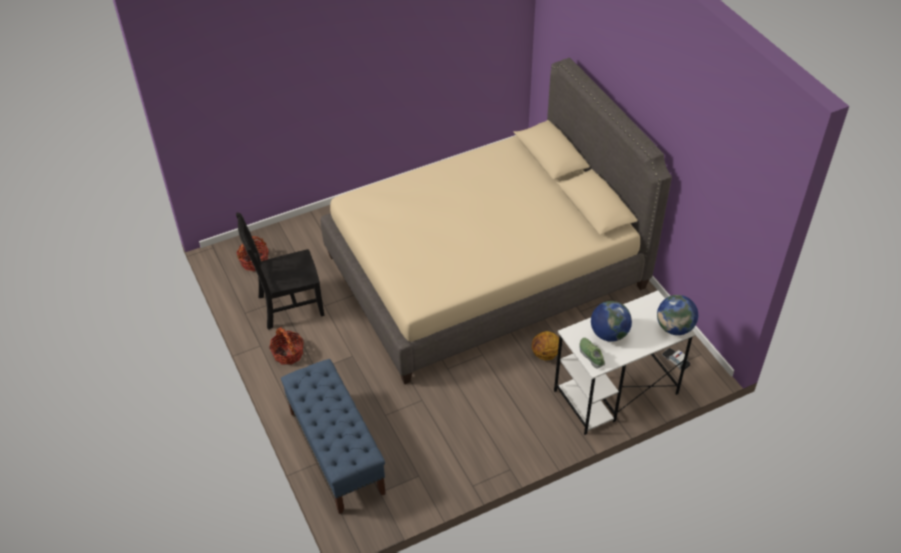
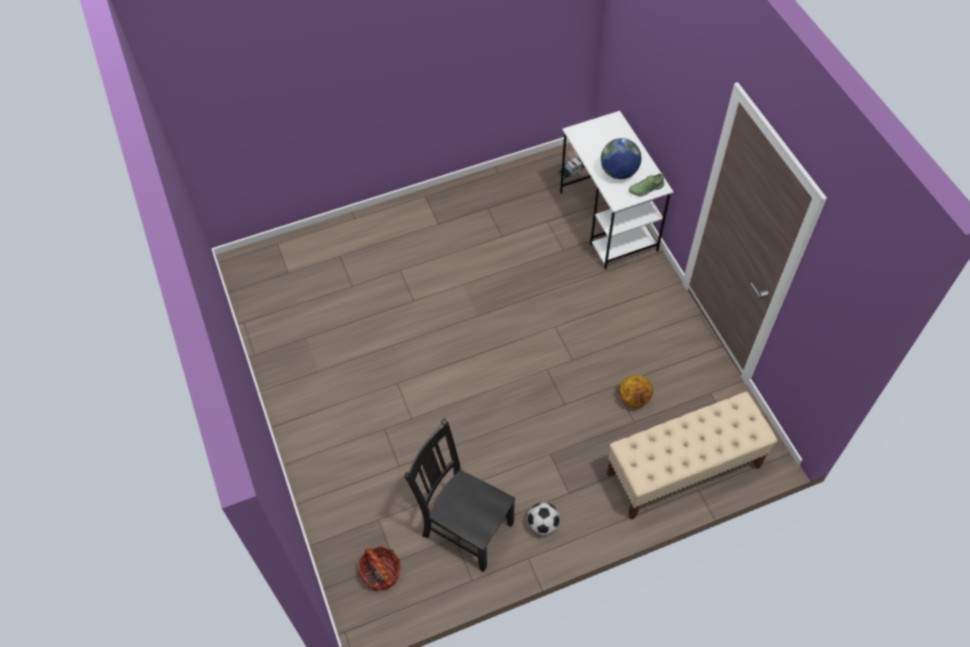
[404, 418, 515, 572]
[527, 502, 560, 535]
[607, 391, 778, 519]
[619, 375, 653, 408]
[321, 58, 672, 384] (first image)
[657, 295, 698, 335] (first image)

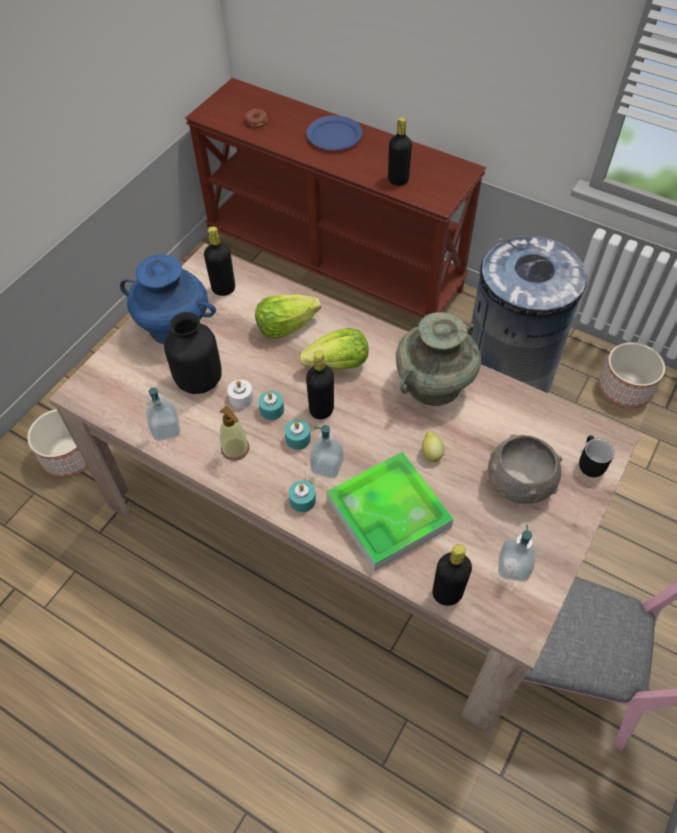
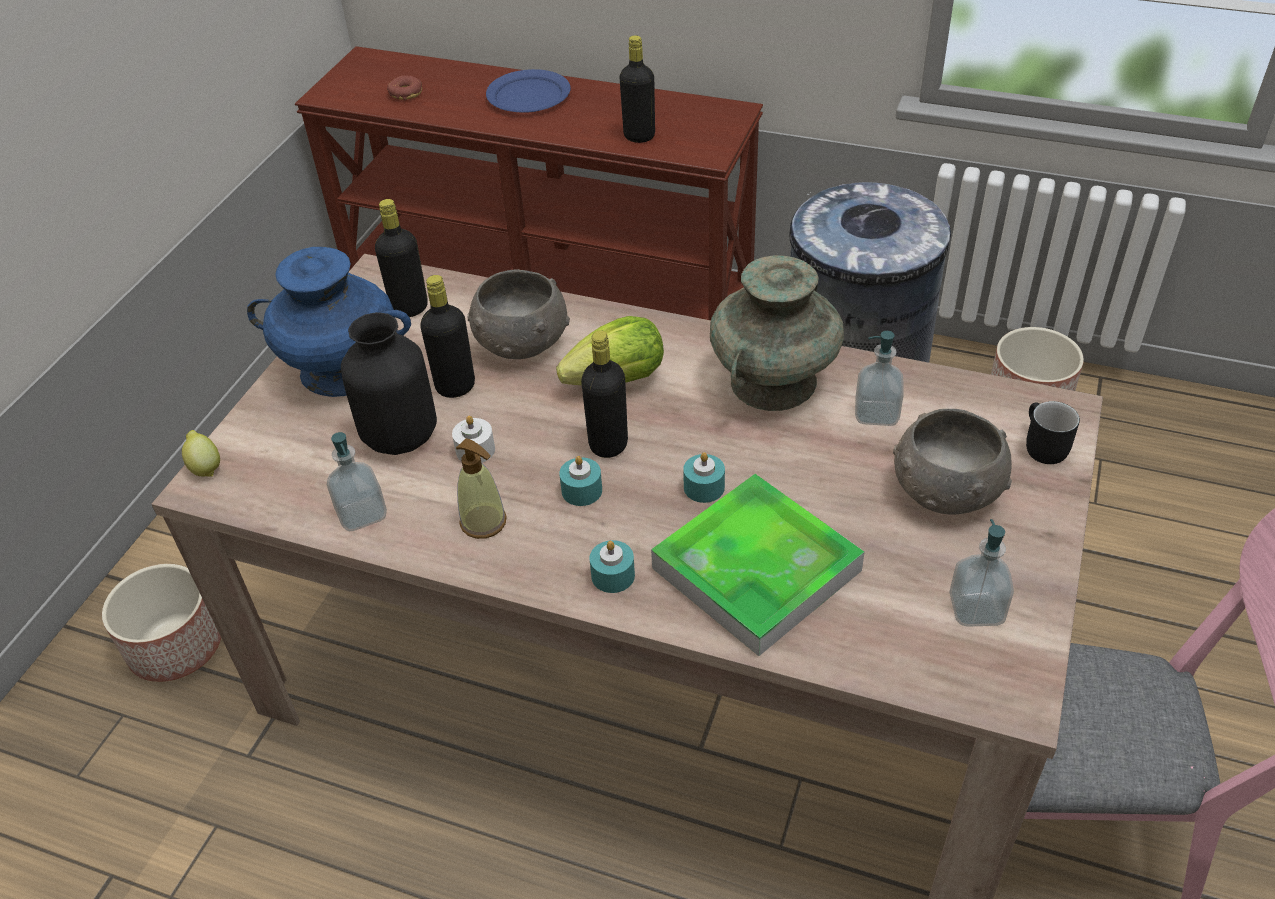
[182, 430, 220, 477]
[420, 275, 475, 398]
[467, 269, 570, 359]
[683, 452, 725, 503]
[855, 331, 904, 426]

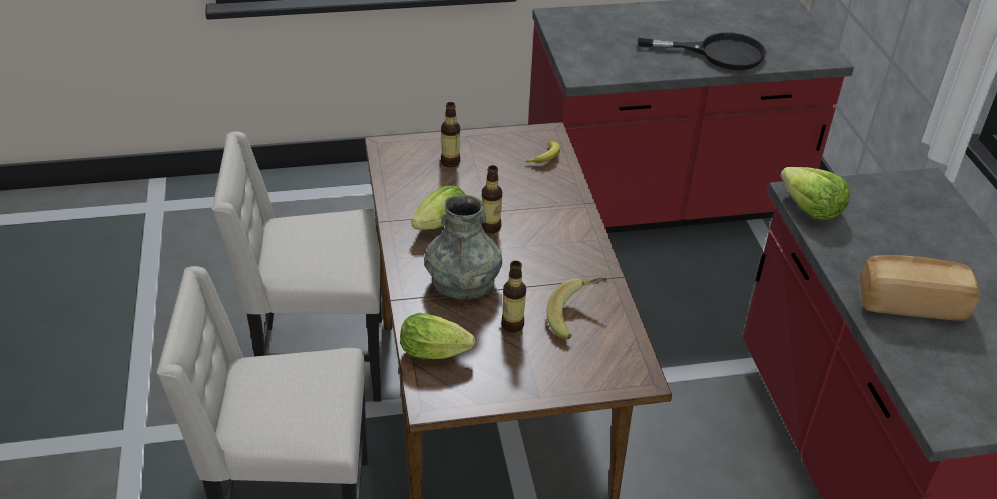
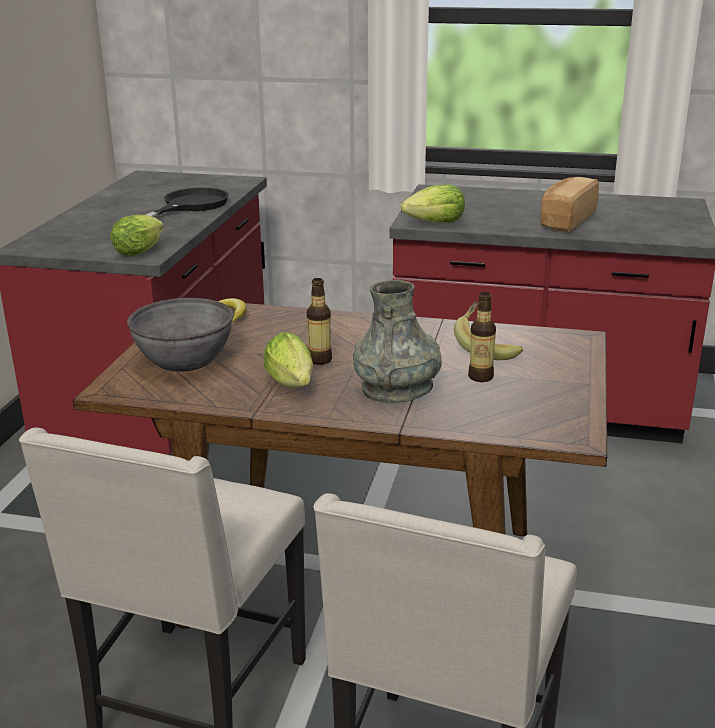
[110, 215, 164, 256]
[127, 298, 234, 372]

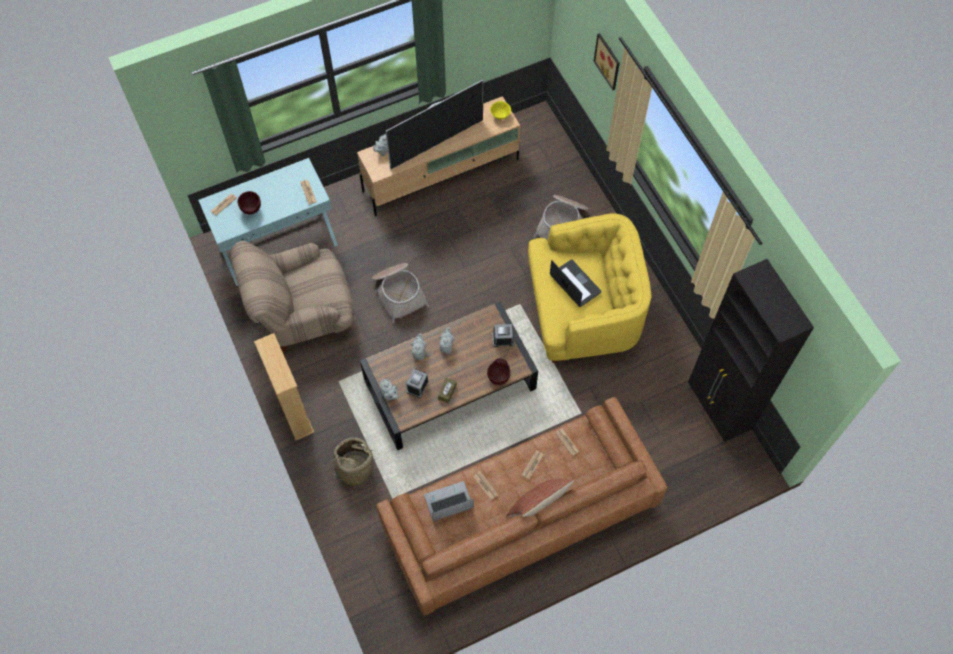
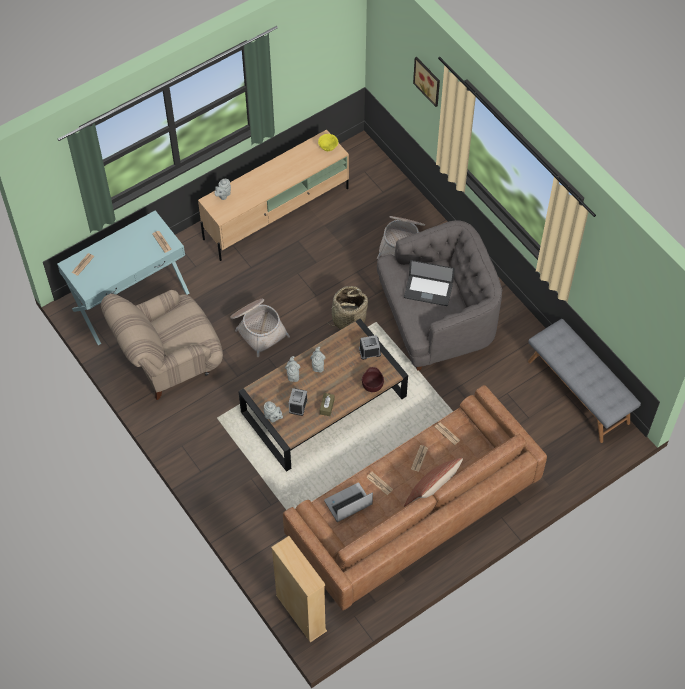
[271, 536, 327, 642]
[326, 286, 368, 330]
[377, 220, 502, 371]
[404, 260, 455, 306]
[528, 319, 641, 443]
[238, 191, 261, 214] (first image)
[386, 80, 483, 169] (first image)

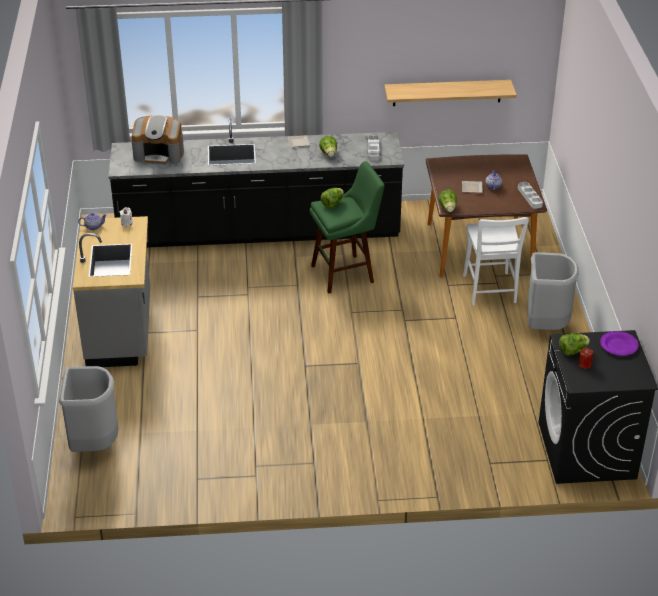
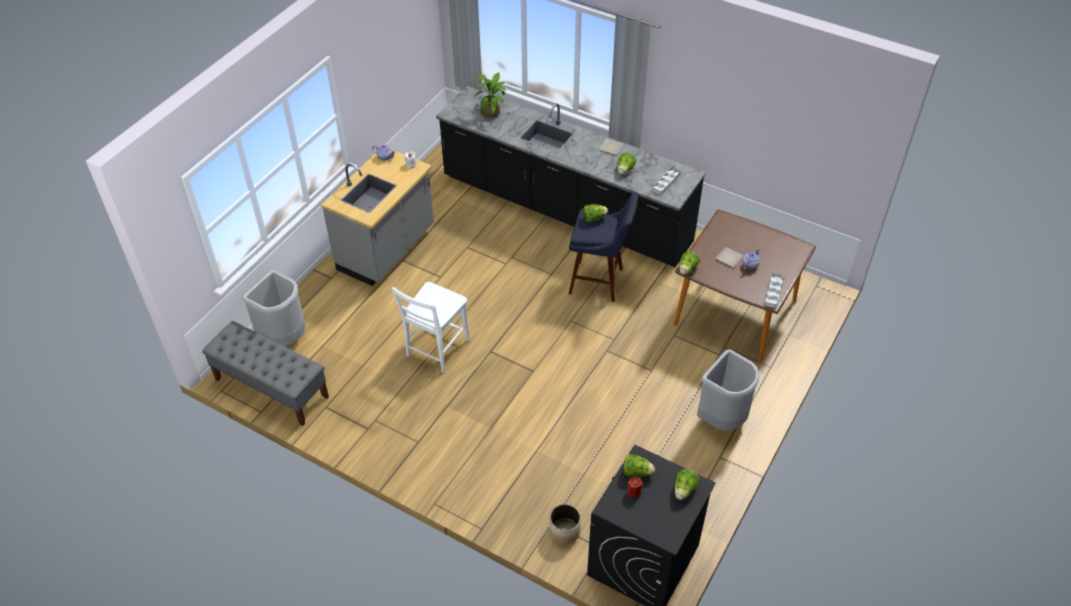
[202, 321, 329, 426]
[392, 282, 471, 373]
[474, 73, 506, 119]
[549, 504, 581, 544]
[569, 192, 638, 302]
[674, 469, 700, 500]
[384, 80, 517, 106] (first image)

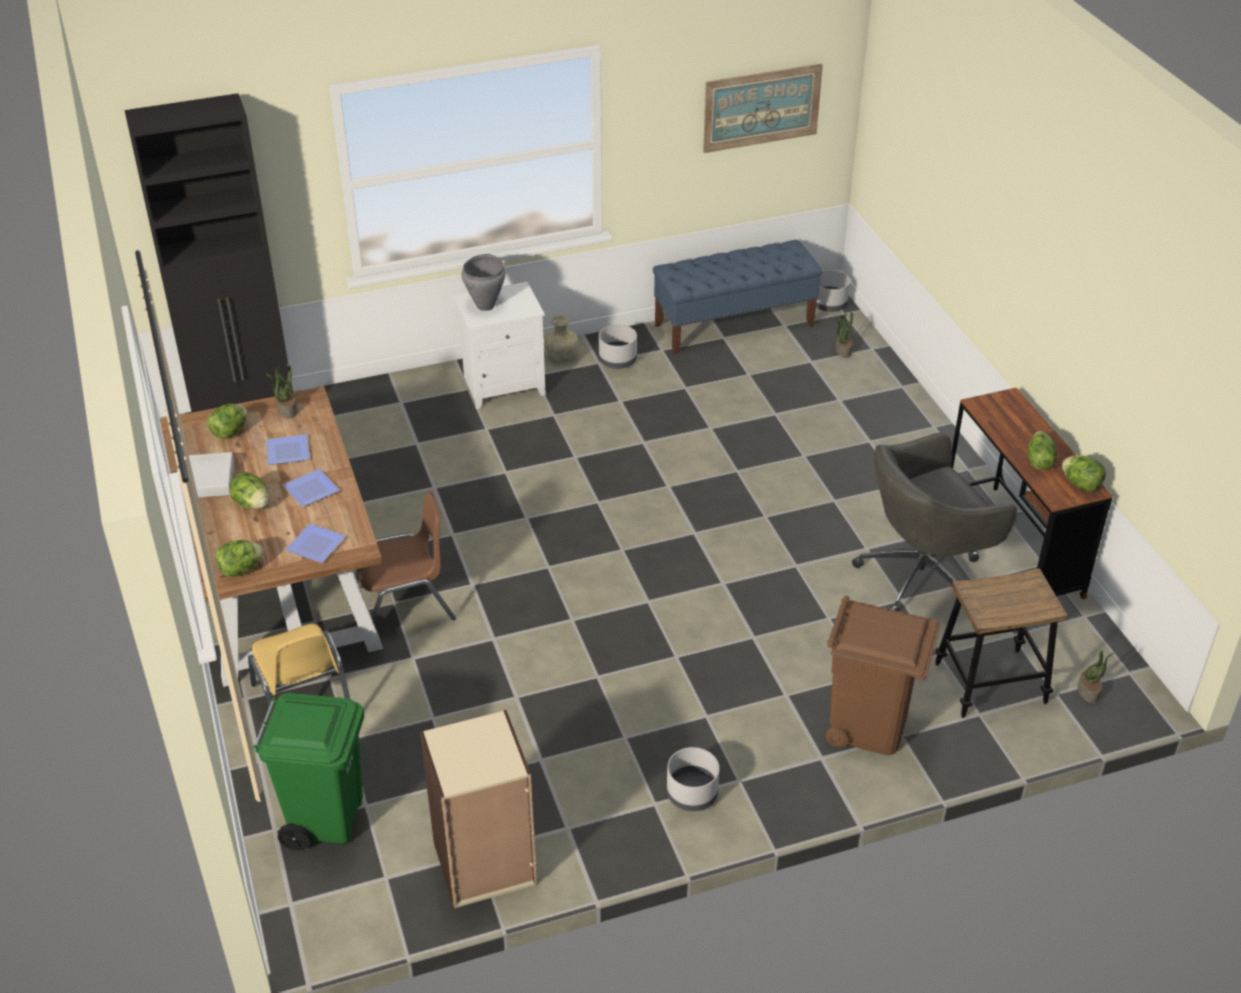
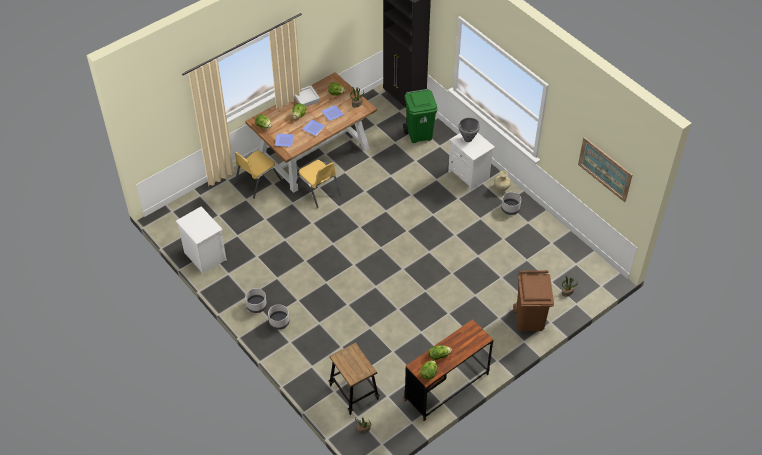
[176, 206, 227, 273]
[268, 304, 289, 330]
[296, 160, 341, 208]
[403, 89, 438, 143]
[513, 270, 554, 331]
[653, 240, 822, 355] (first image)
[852, 433, 1017, 611] (first image)

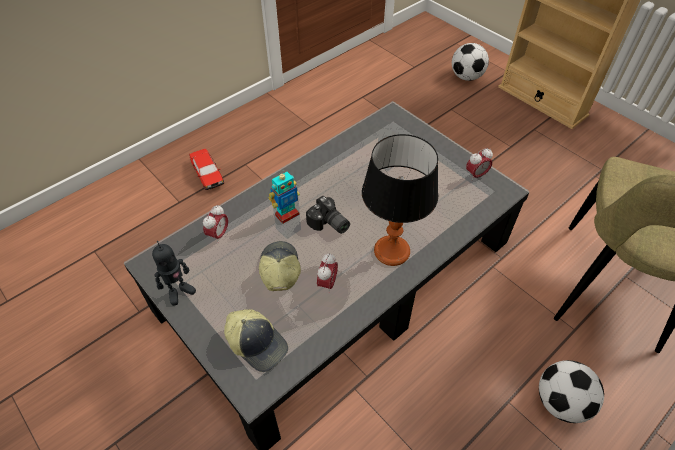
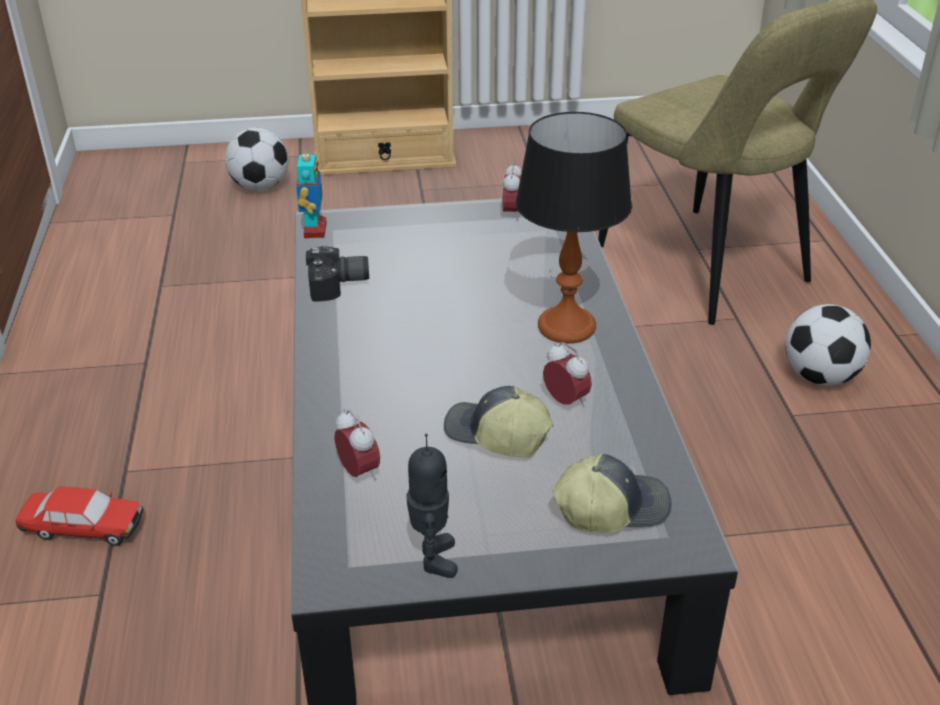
[296, 146, 327, 238]
[306, 246, 369, 301]

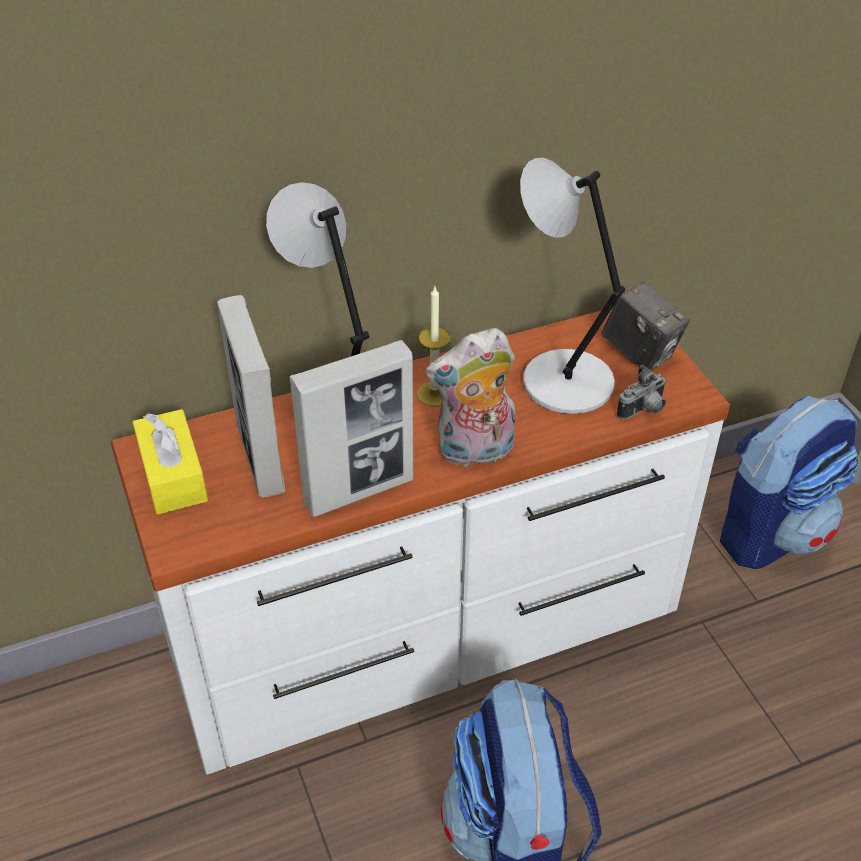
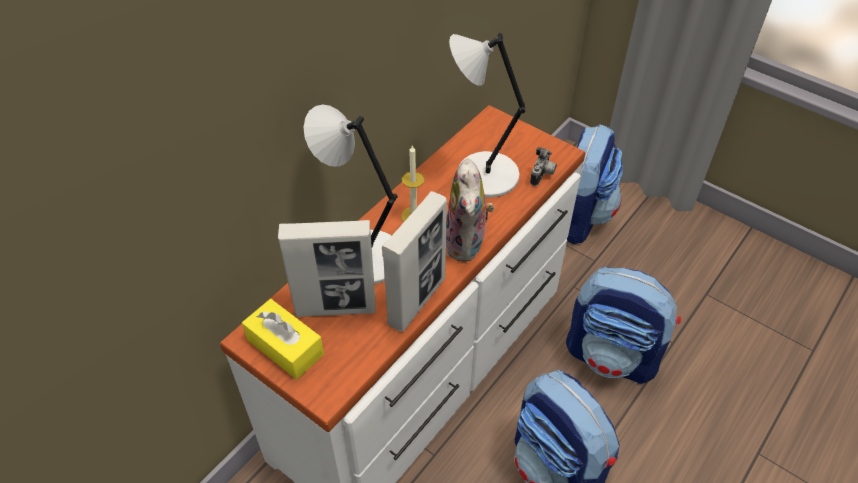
[278, 220, 376, 317]
[446, 159, 494, 262]
[566, 267, 681, 384]
[601, 282, 690, 371] (first image)

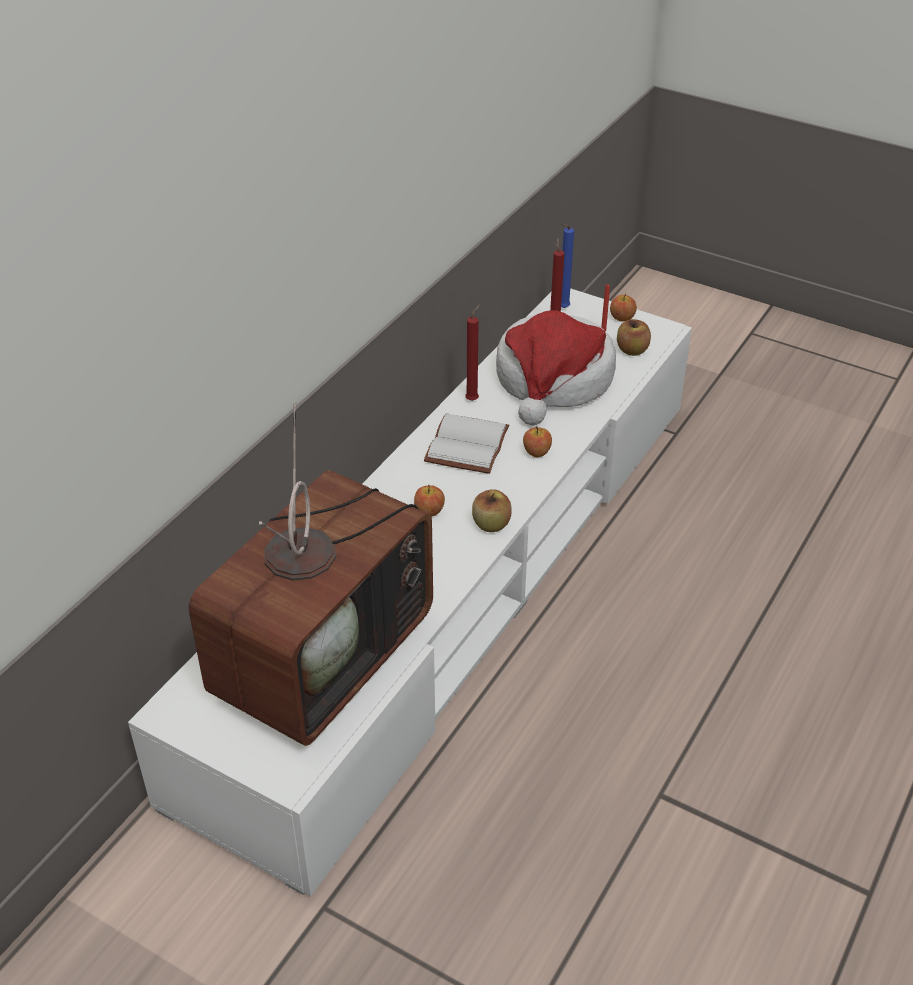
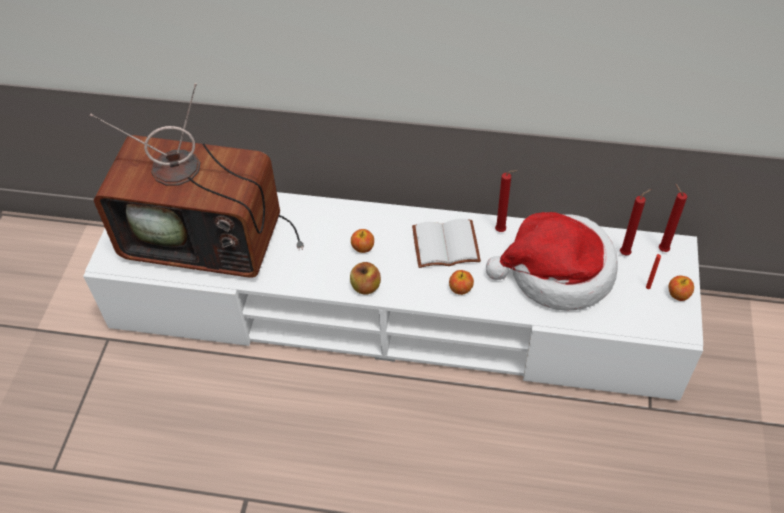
[659, 184, 687, 252]
[617, 319, 651, 356] (first image)

